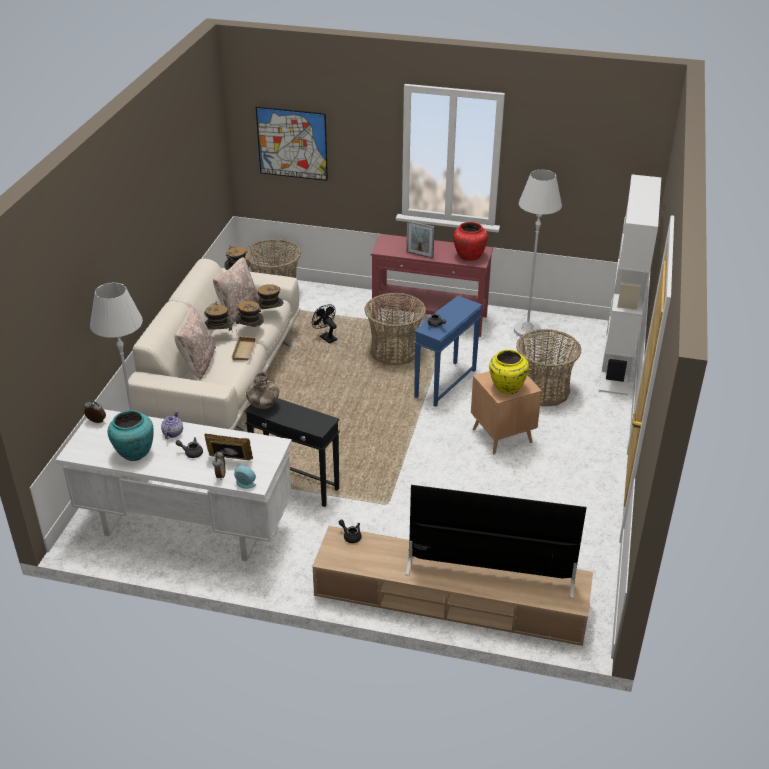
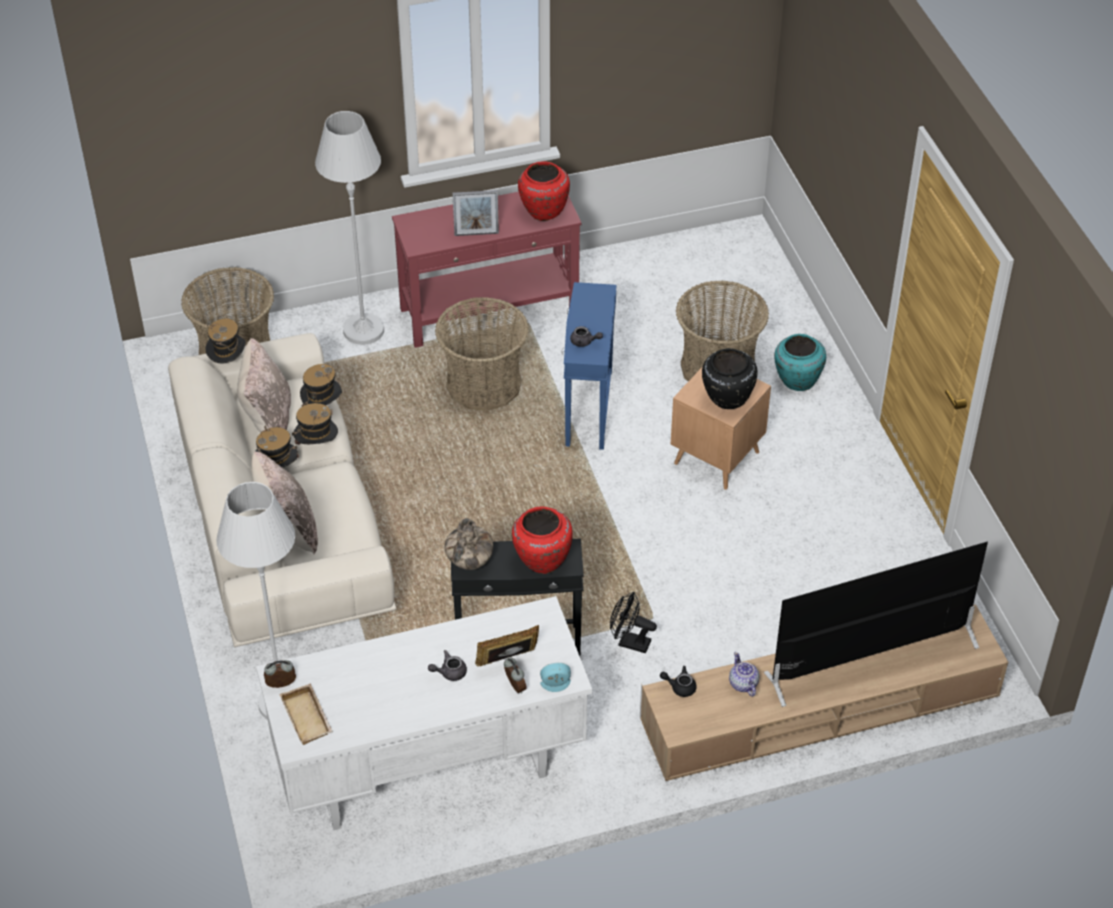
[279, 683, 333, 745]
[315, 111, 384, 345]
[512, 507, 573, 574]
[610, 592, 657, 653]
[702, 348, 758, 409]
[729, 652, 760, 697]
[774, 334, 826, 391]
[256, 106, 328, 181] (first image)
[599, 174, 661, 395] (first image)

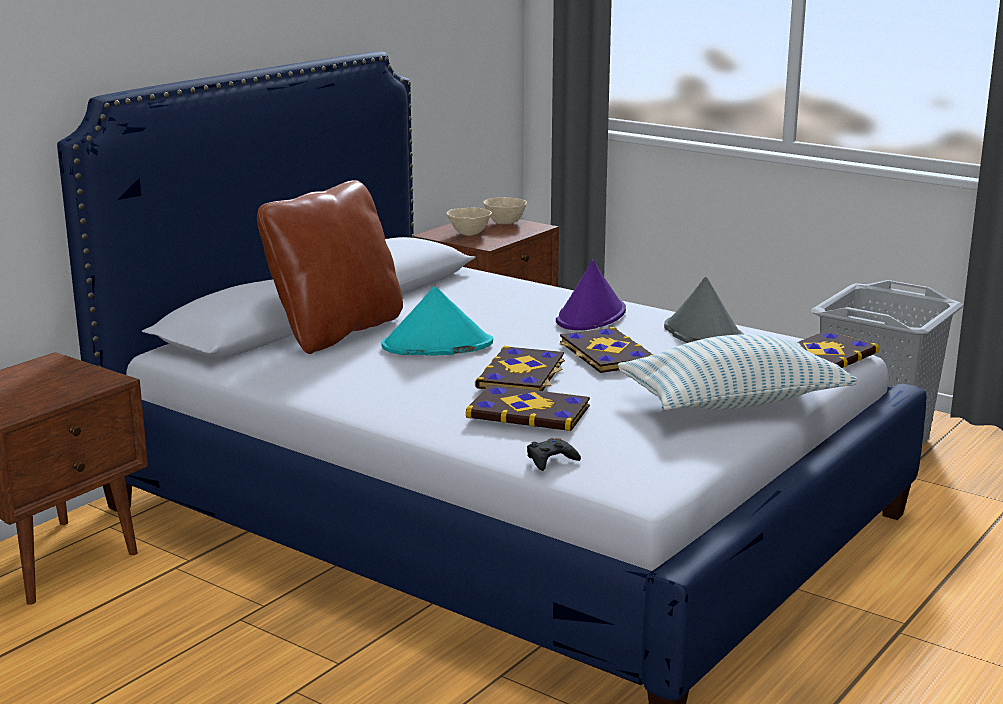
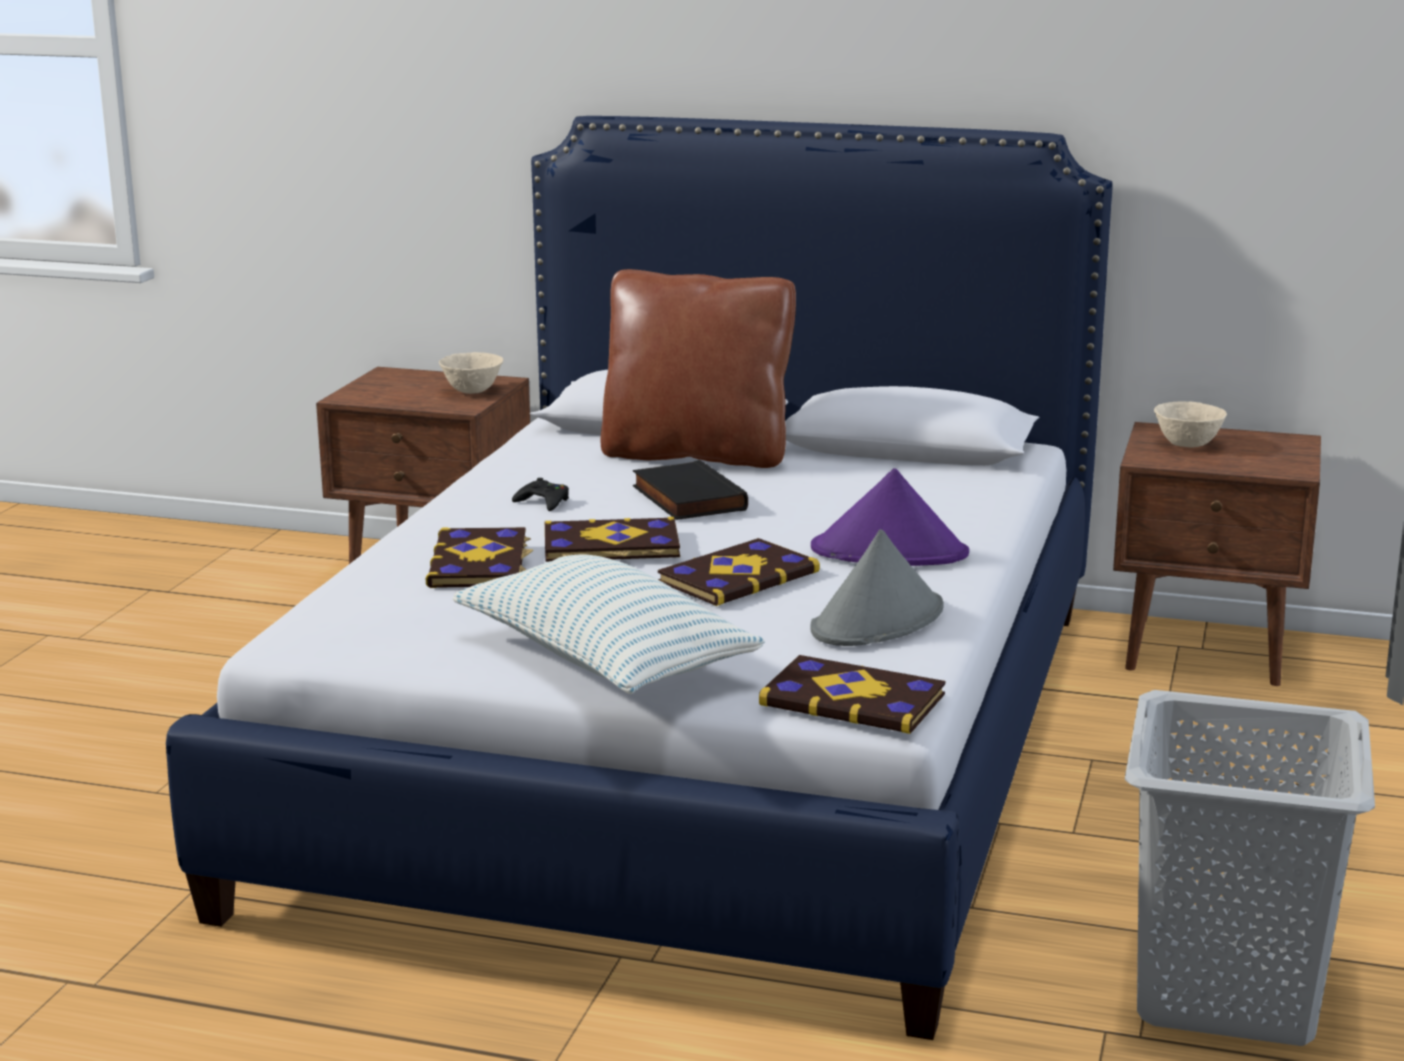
[439, 352, 503, 394]
[512, 478, 569, 511]
[633, 460, 748, 520]

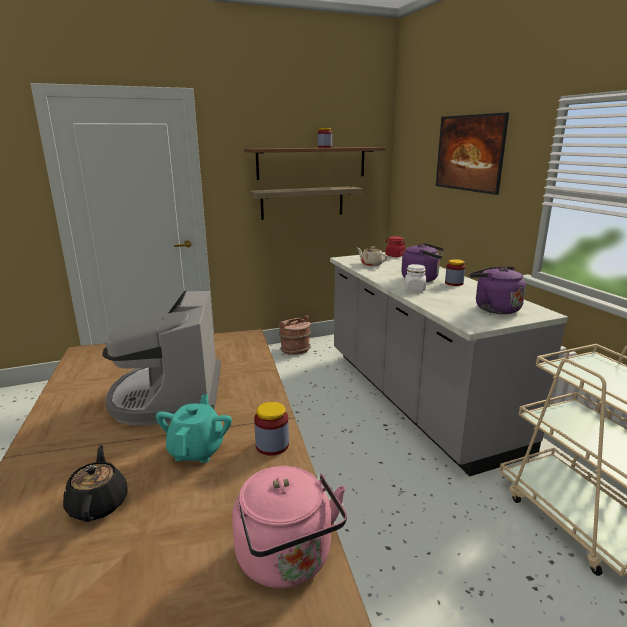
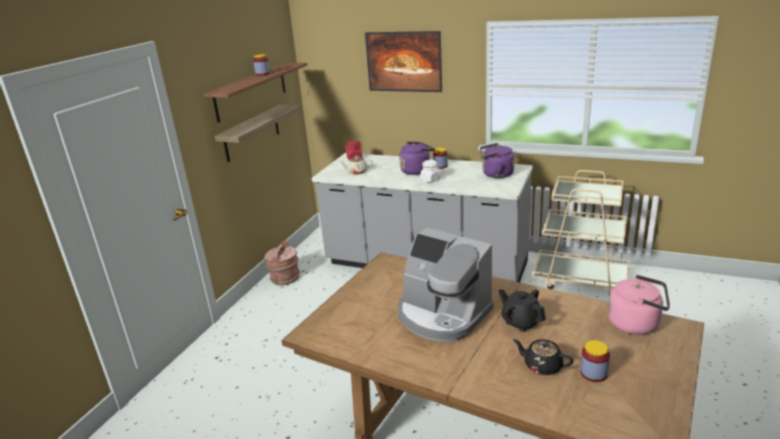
[499, 289, 546, 332]
[580, 340, 610, 382]

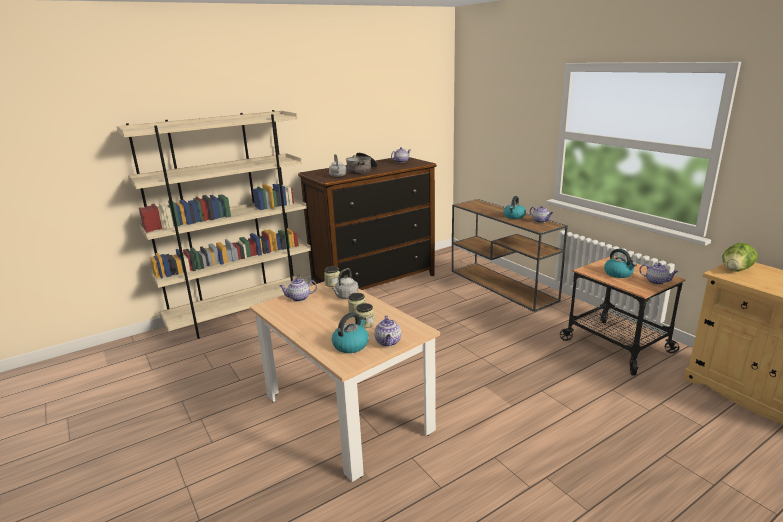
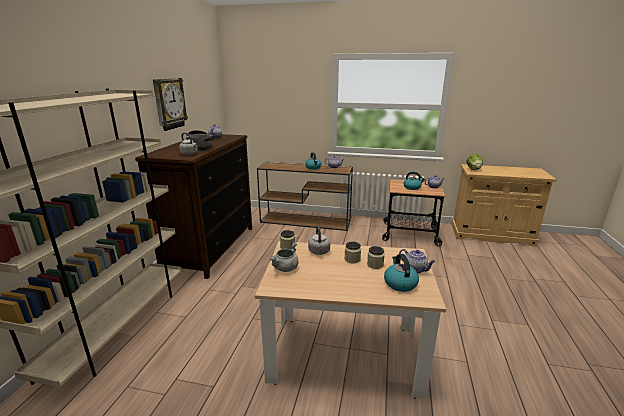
[153, 78, 188, 131]
[270, 242, 298, 272]

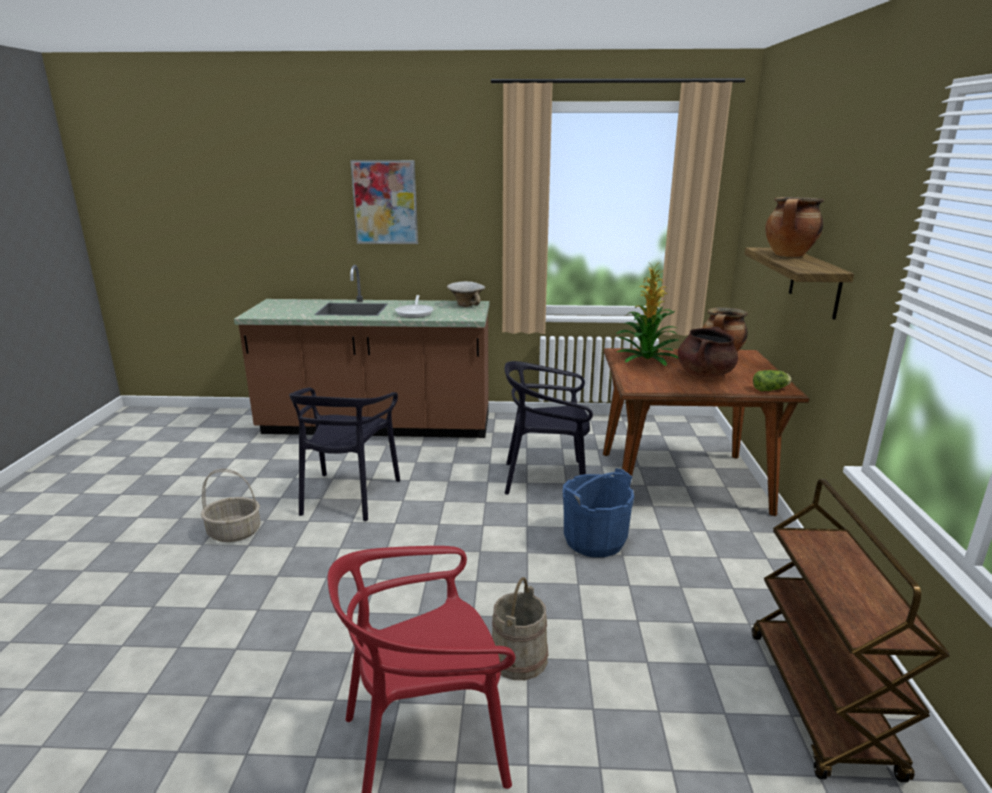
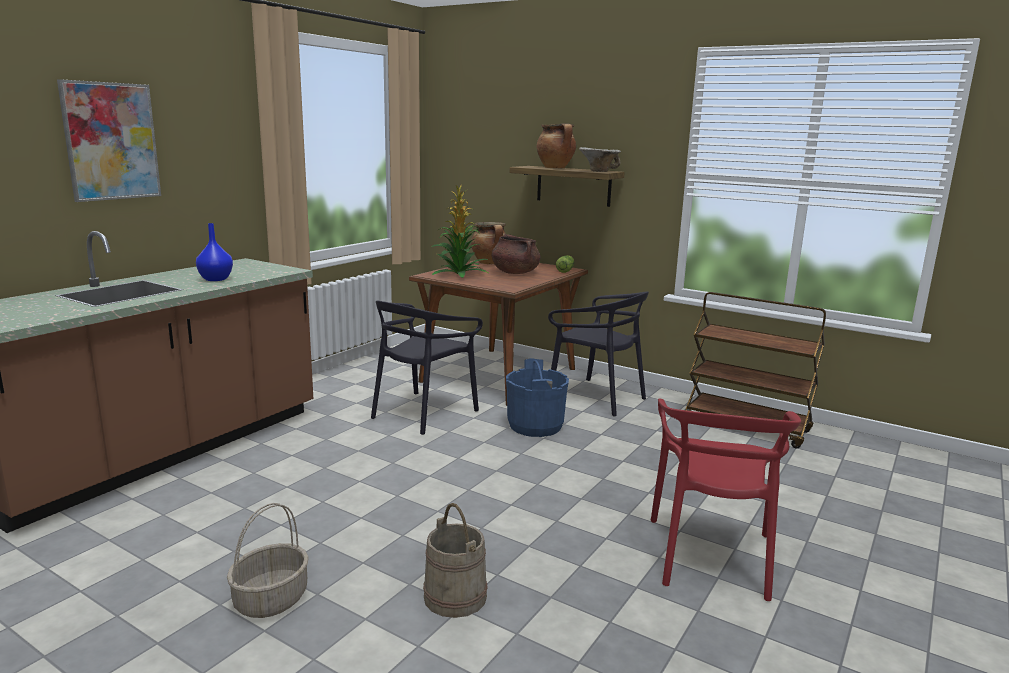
[196, 223, 233, 281]
[423, 503, 488, 618]
[548, 291, 649, 417]
[579, 147, 621, 172]

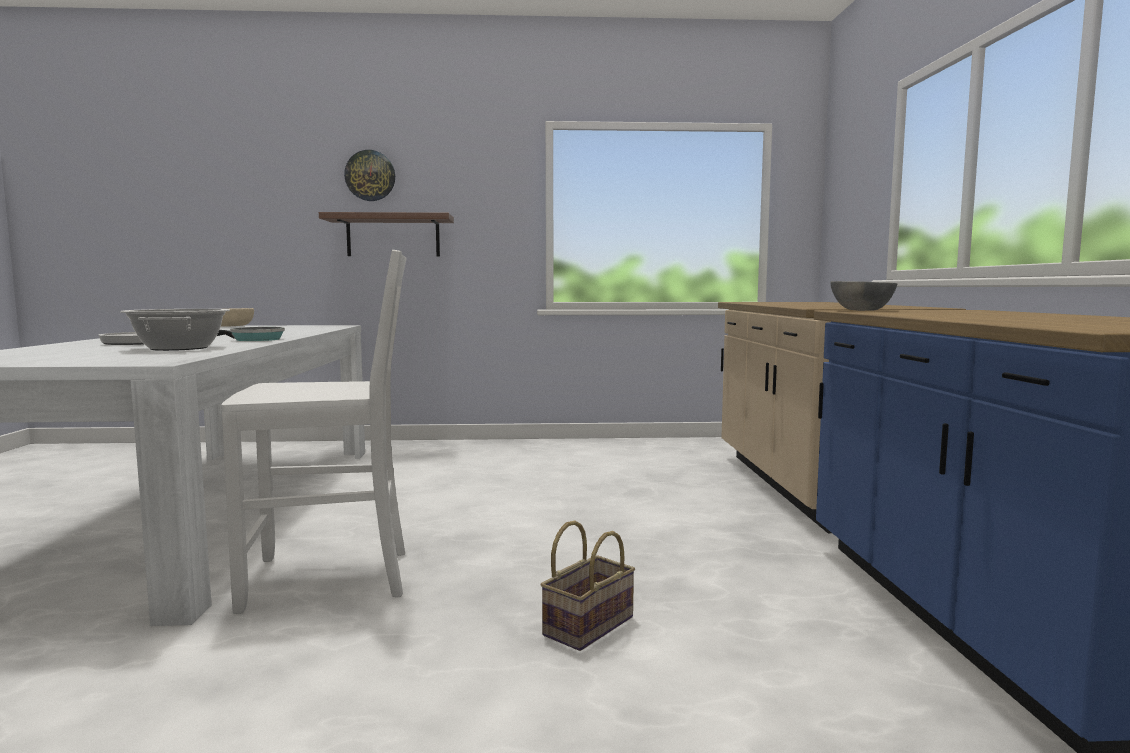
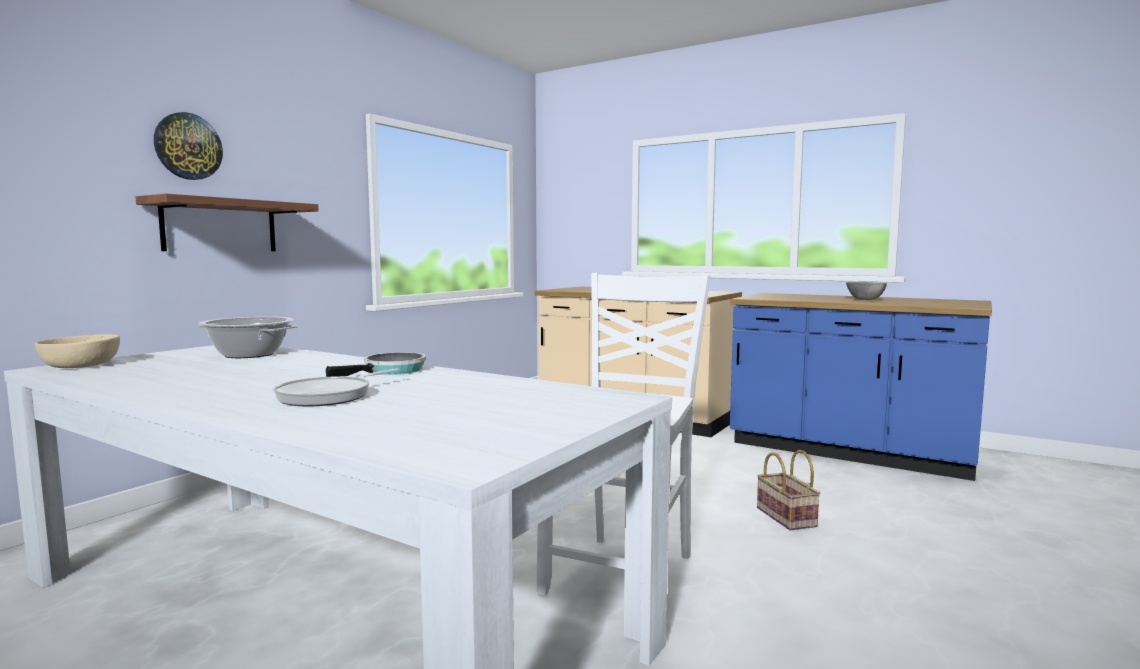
[197, 317, 298, 358]
[846, 282, 887, 300]

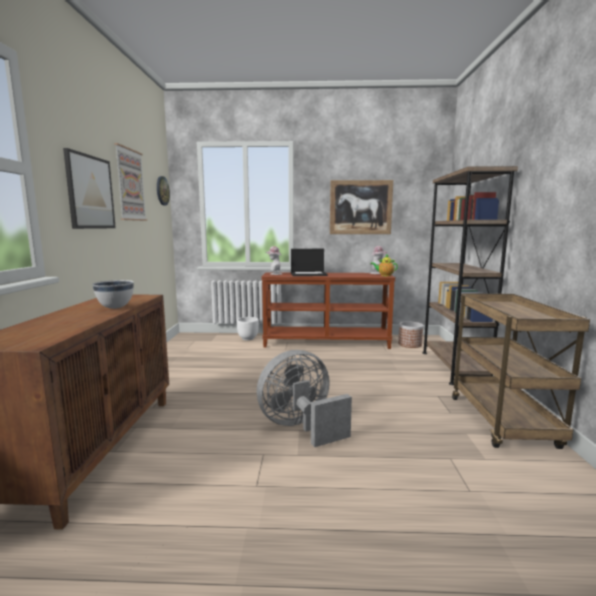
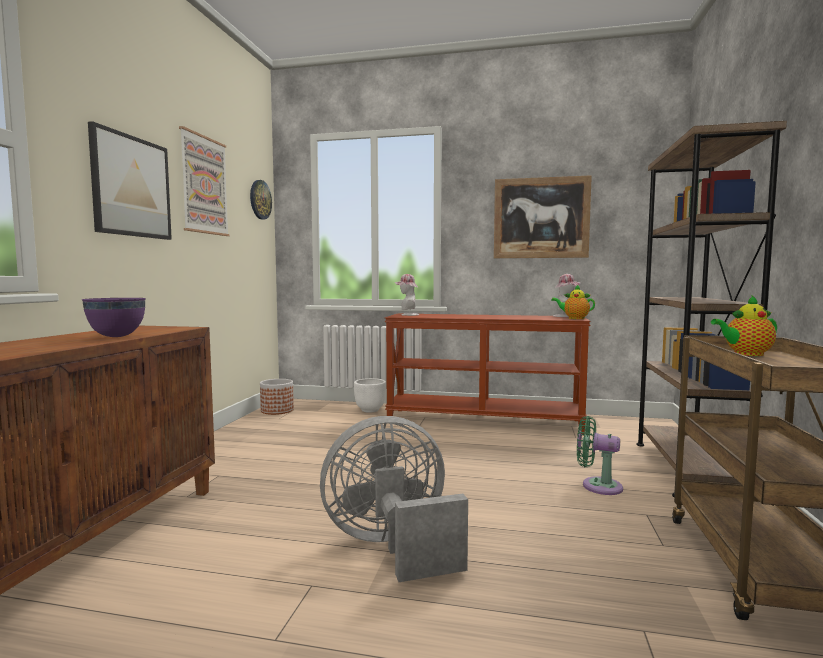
[82, 298, 146, 337]
[260, 379, 294, 415]
[577, 416, 623, 495]
[711, 295, 777, 356]
[291, 249, 328, 276] (first image)

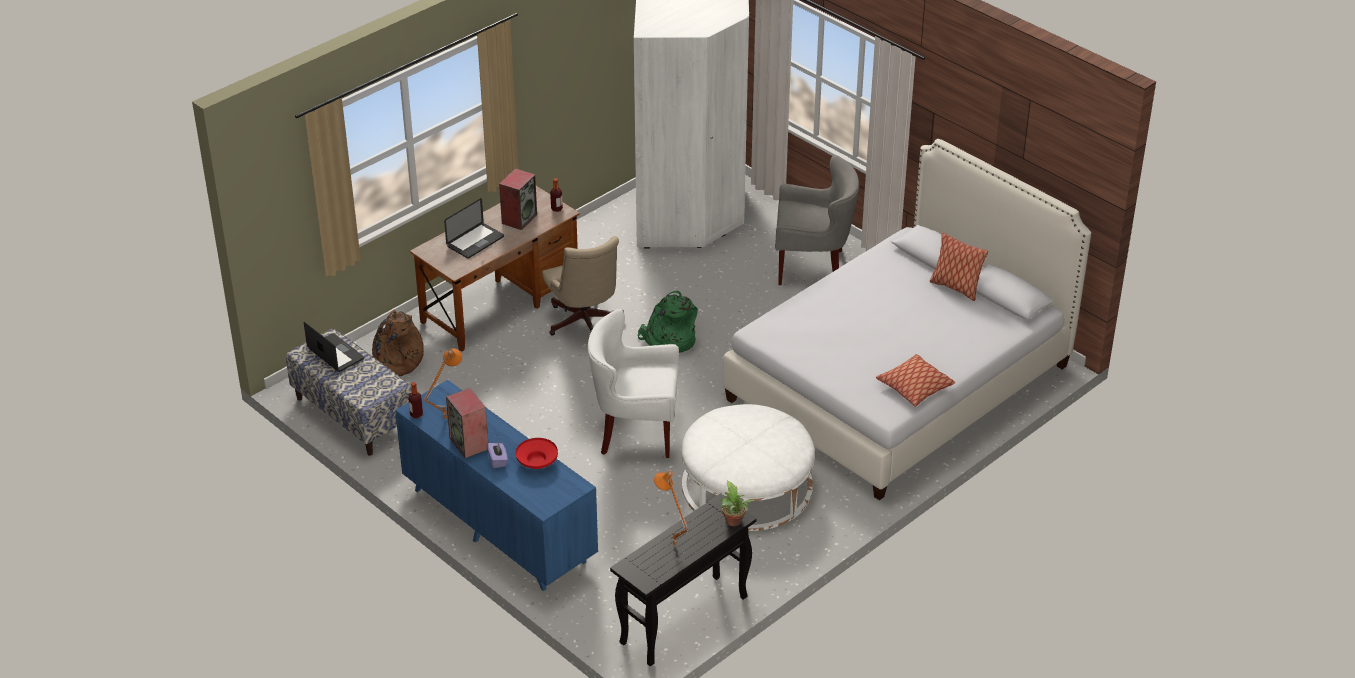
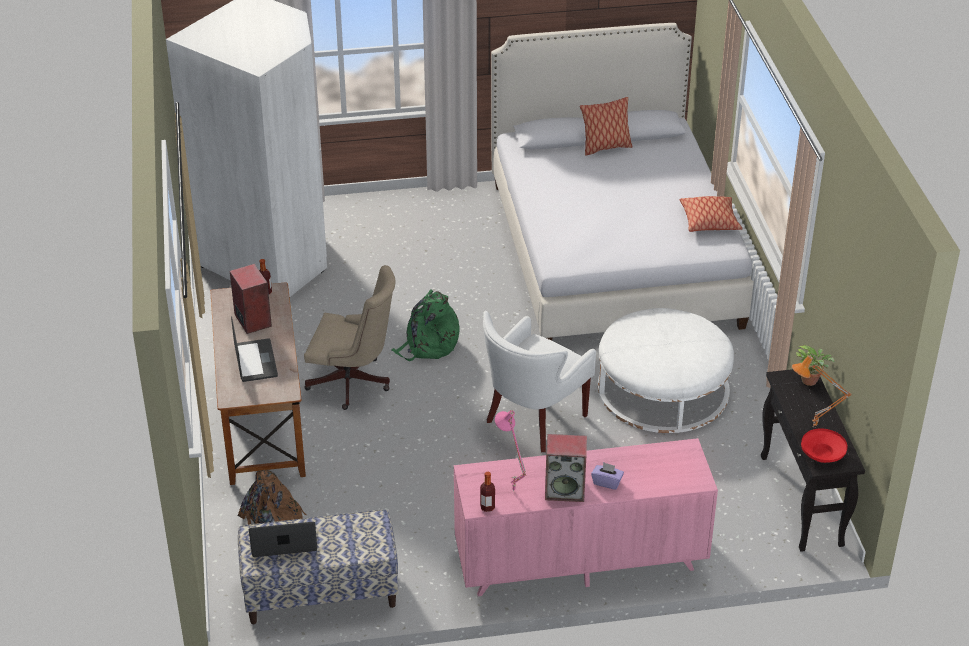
[454, 438, 718, 596]
[495, 410, 526, 491]
[801, 428, 848, 463]
[775, 155, 859, 285] (first image)

